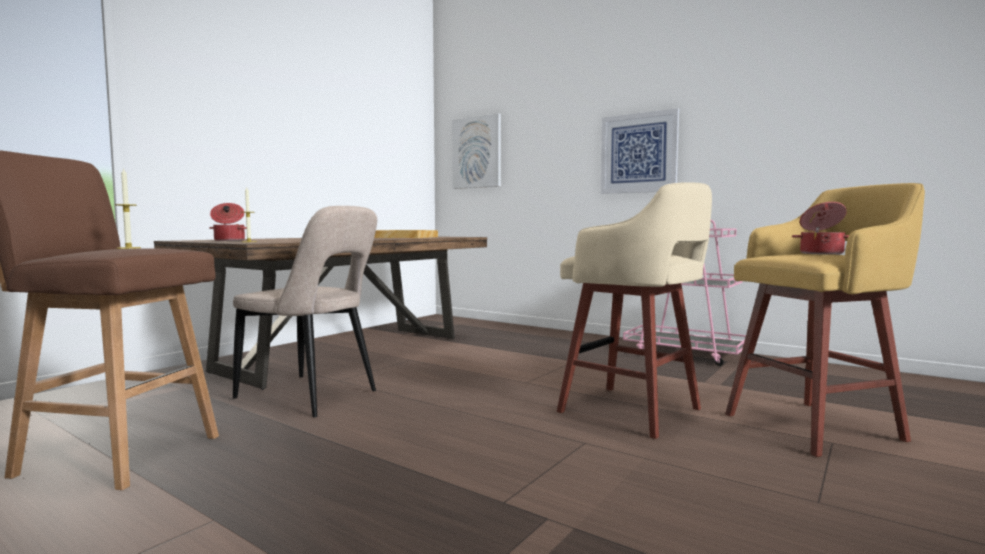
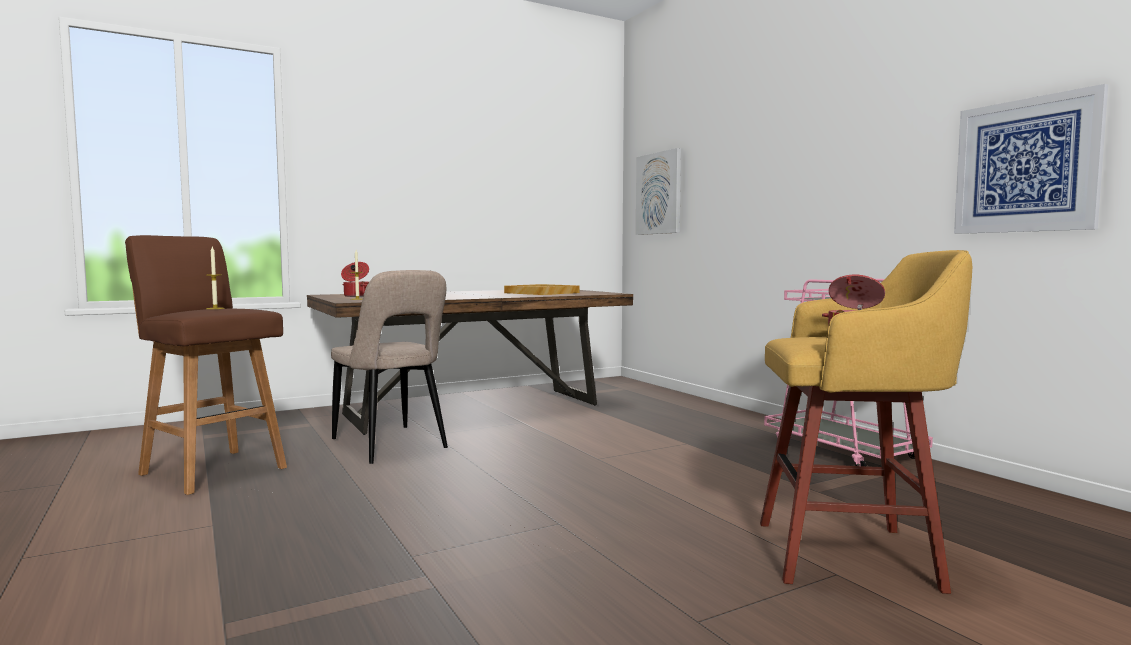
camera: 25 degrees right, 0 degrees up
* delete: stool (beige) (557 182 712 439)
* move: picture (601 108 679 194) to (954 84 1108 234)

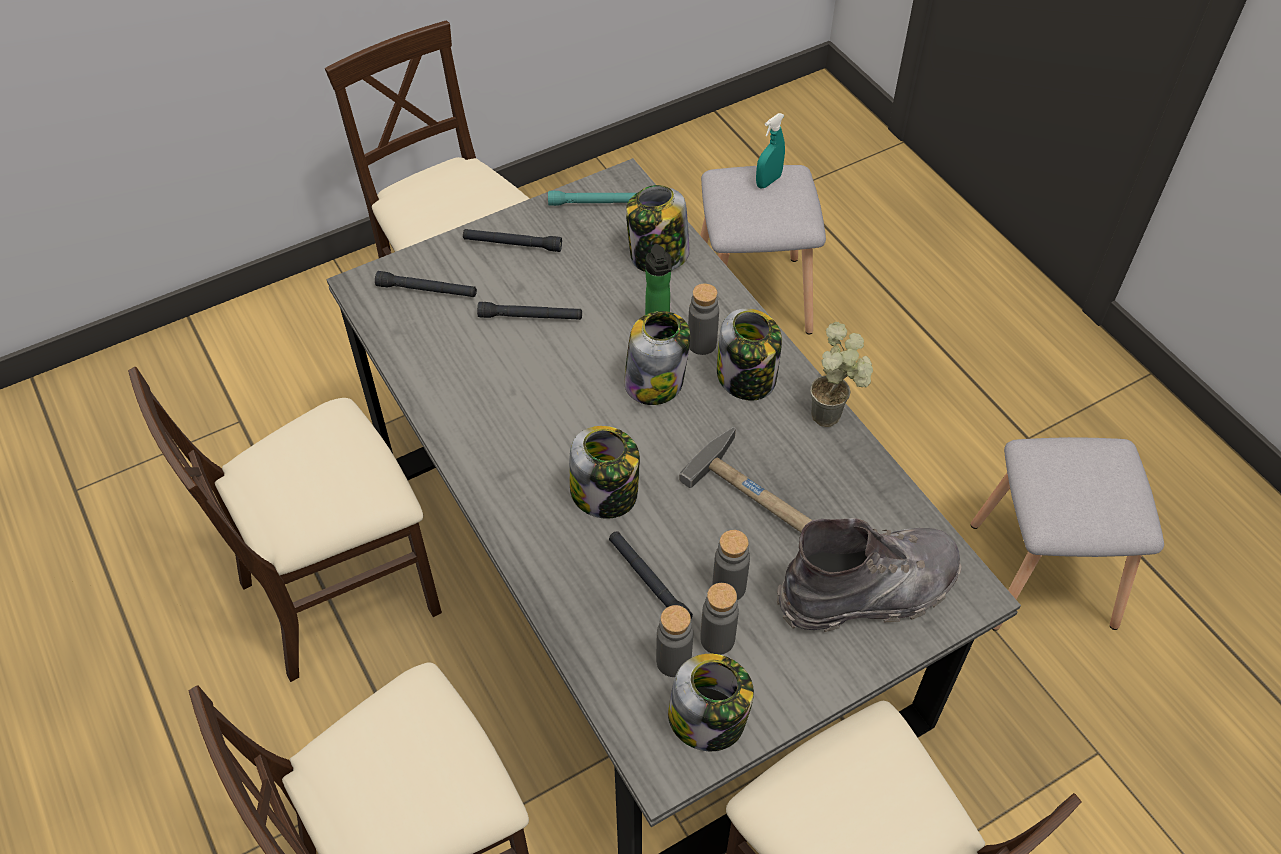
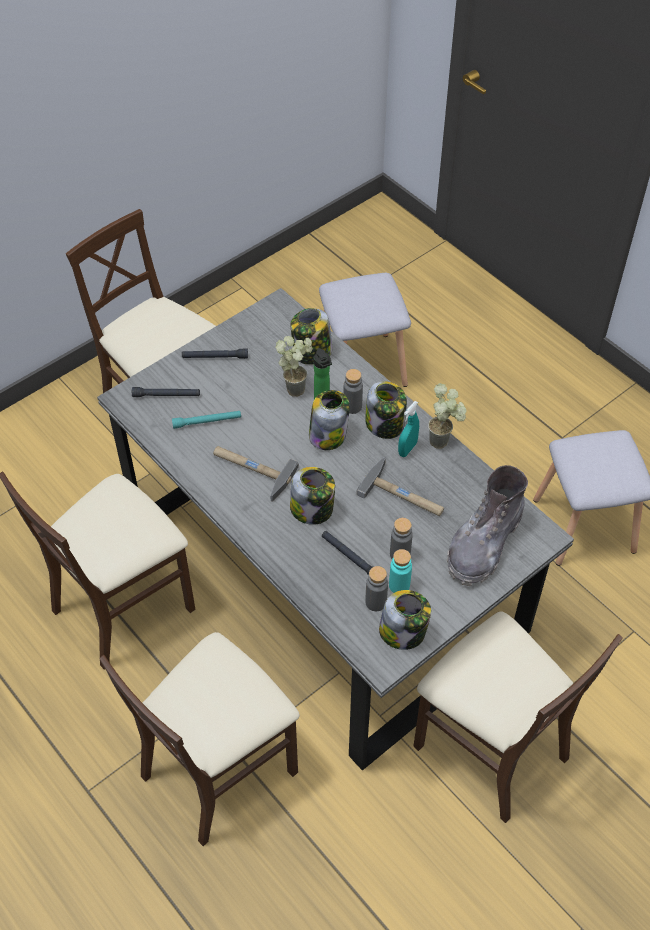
camera: 10 degrees left, 0 degrees up
* delete: flashlight (black) (477 302 582 320)
* insert: hammer (213 446 299 502)
* insert: potted plant (275 336 313 397)
* move: flashlight (turquoise) (548 191 636 206) to (172 411 241 429)
* move: spray bottle (turquoise) (756 113 785 189) to (398 401 419 457)
* recolor: bottle (grey) (700 583 739 655) to bottle (turquoise) (389 549 412 593)
* rotate: boot (grey) (777 518 962 632) = (447 465 528 586) 150 degrees clockwise

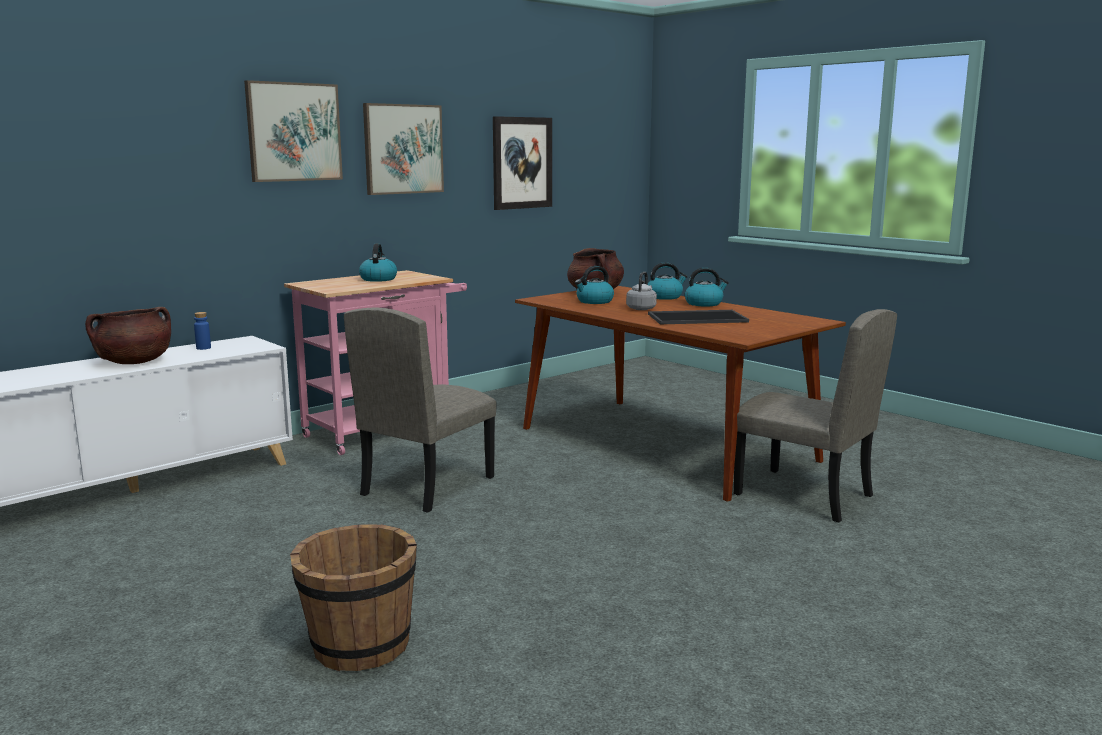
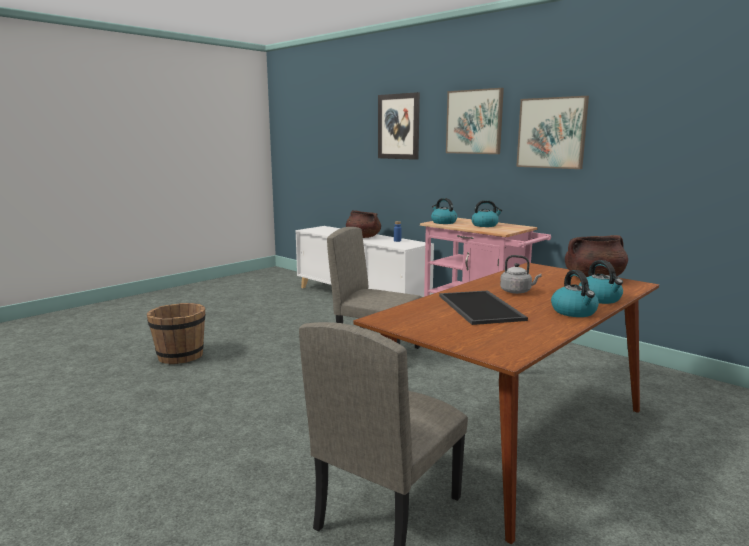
camera: 85 degrees right, 0 degrees up
* move: picture (493 116 552 210) to (378 92 420 160)
* move: kettle (575 266 614 304) to (431 198 457 224)

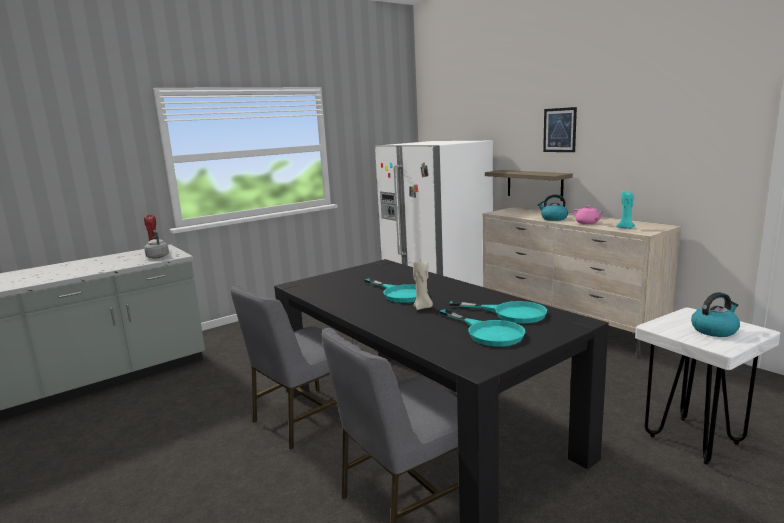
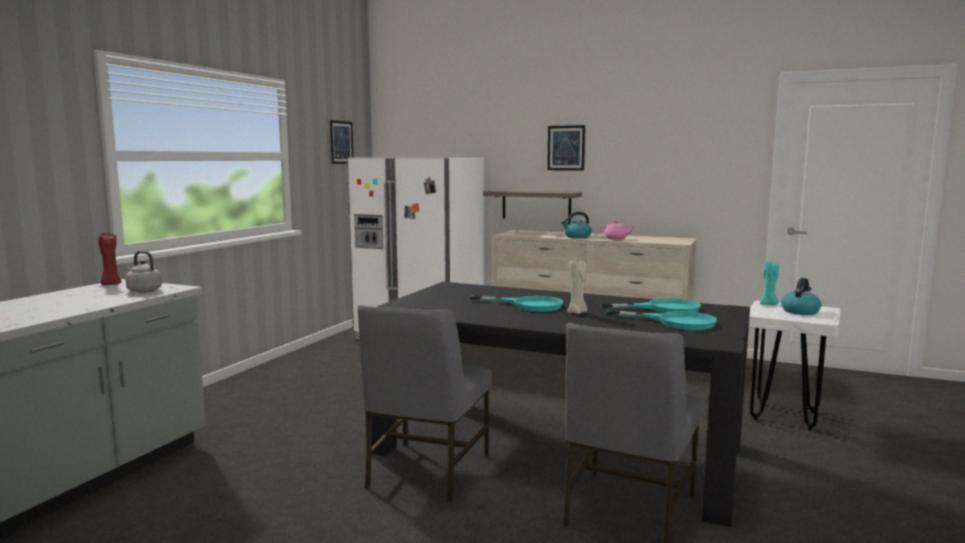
camera: 30 degrees left, 5 degrees down
* insert: picture (330 120 353 164)
* move: candle (turquoise) (616 189 635 229) to (760 261 779 305)

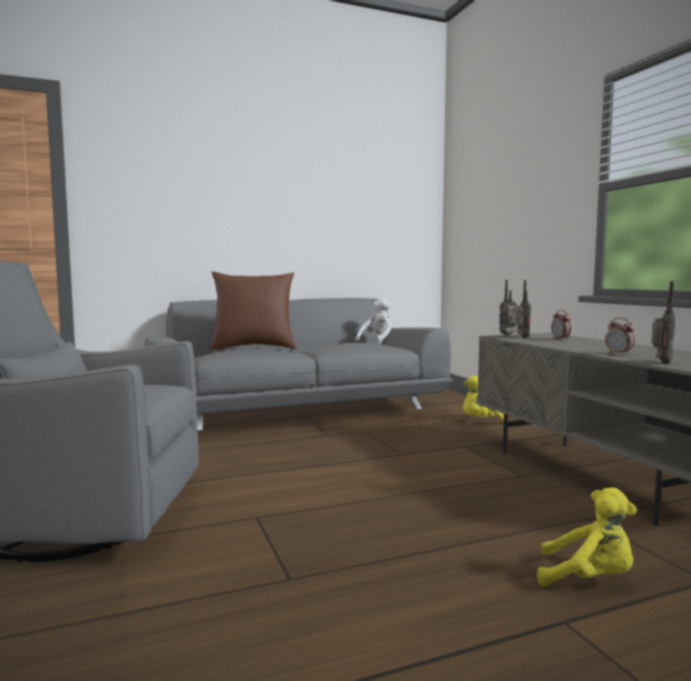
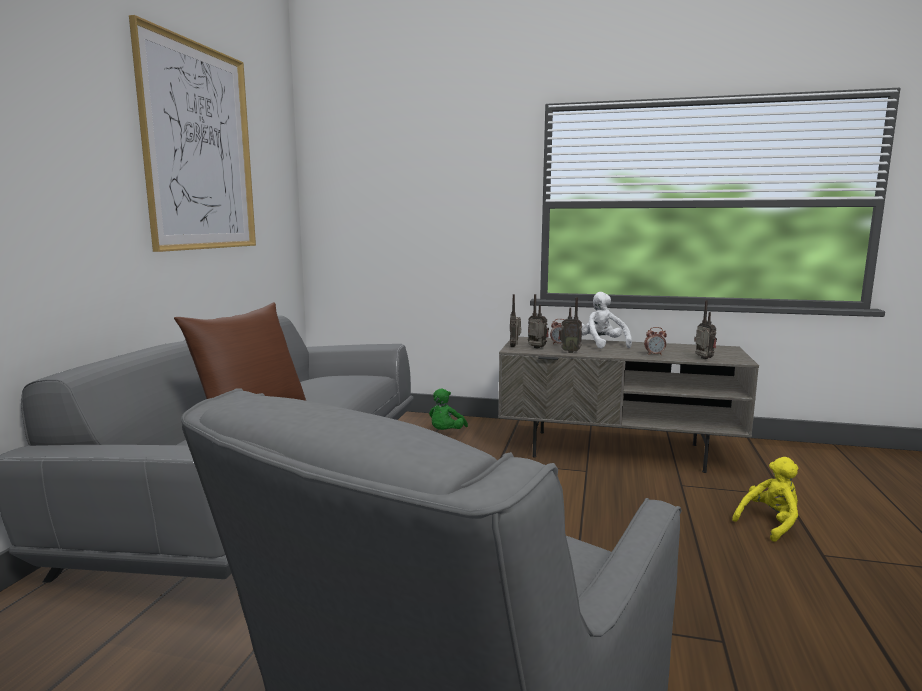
camera: 55 degrees left, 5 degrees up
* insert: picture (129 15 256 252)
* insert: radio (558 297 582 353)
* move: plush toy (white) (355 298 392 344) to (581 292 632 349)
* recolor: plush toy (yellow) (463 375 508 422) to plush toy (green) (429 389 468 430)

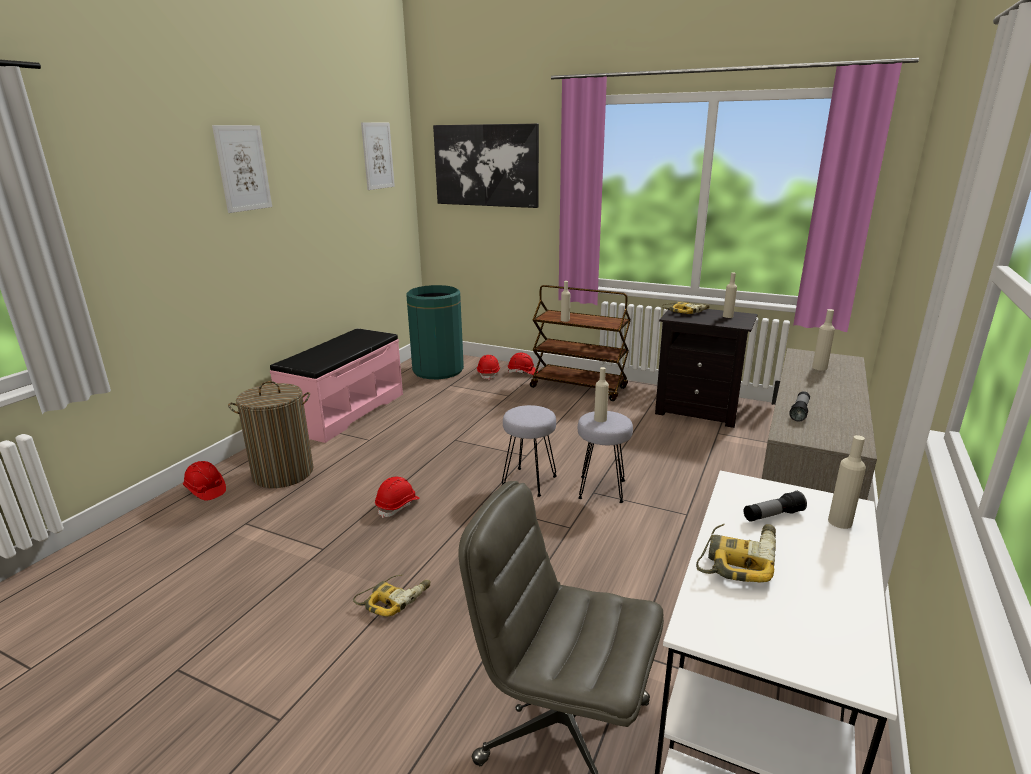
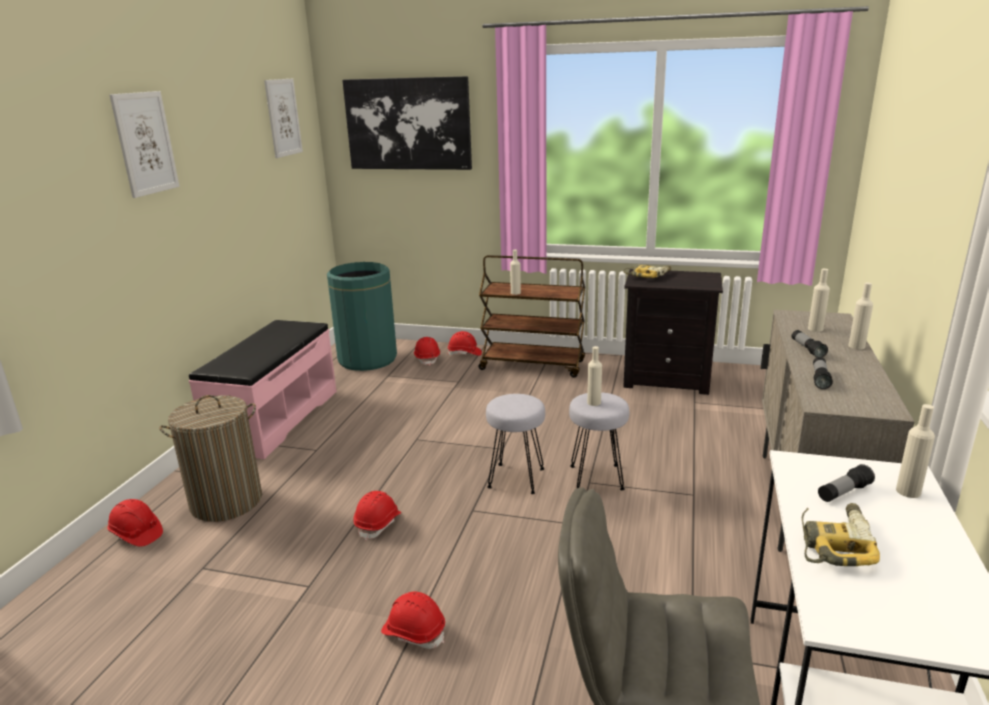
camera: 10 degrees left, 0 degrees up
* insert: flashlight (792 330 828 357)
* move: bottle (beige) (723 272 737 318) to (849 282 873 349)
* replace: power drill (353 574 430 617) to hard hat (red) (381 592 445 649)

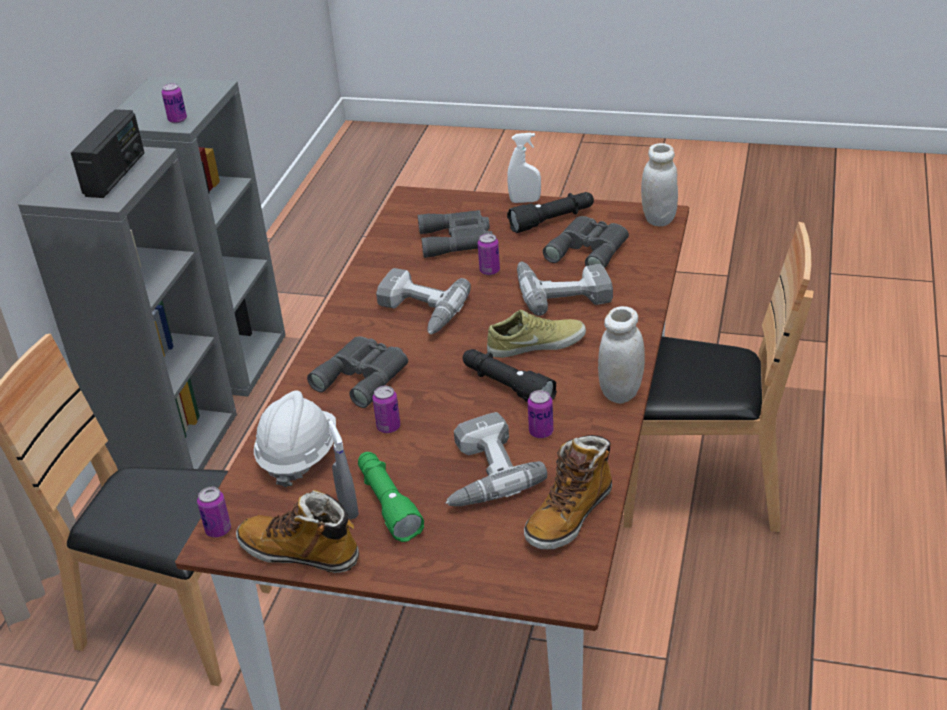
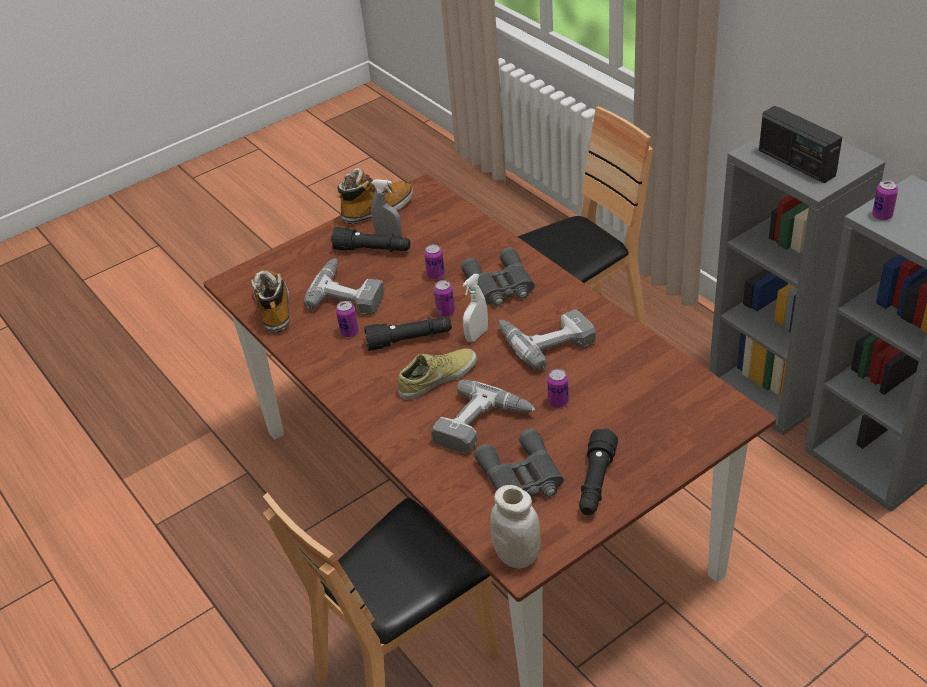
camera: 130 degrees right, 5 degrees up
* delete: hard hat (white) (254 390 336 487)
* delete: binoculars (grey) (418 210 492 258)
* delete: jar (white) (598 306 645 404)
* move: can (197 487 231 538) to (434 280 455 316)
* move: spray bottle (white) (507 133 541 203) to (462 274 488 342)
* recolor: flashlight (green) (358 452 424 542) to flashlight (black) (331 227 410 253)
* rotate: shoe (beige) (487 310 586 358) = (398 349 477 400) 150 degrees counterclockwise

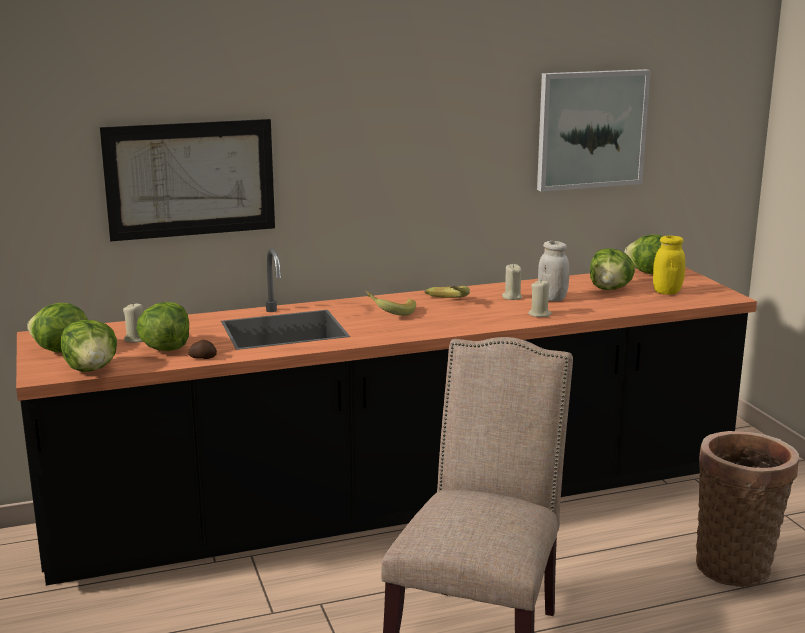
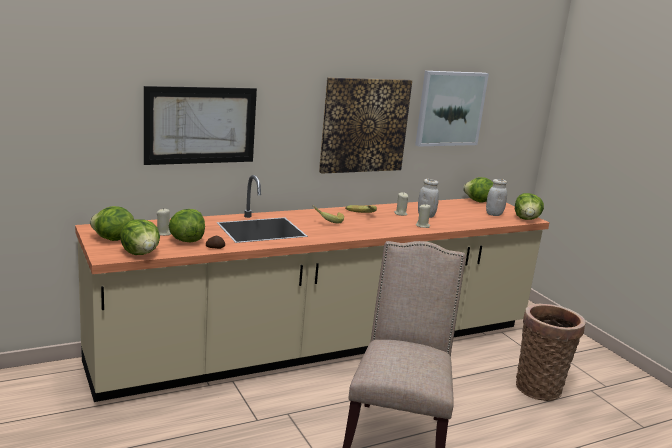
camera: 10 degrees left, 0 degrees up
* insert: picture (319 77 412 174)
* move: lettuce (590 248 635 290) to (515 193 544 220)
* recolor: counter (black) (16 248 757 586) to counter (beige) (75 175 549 402)
* recolor: jar (yellow) (653 236 685 295) to jar (white) (486 179 507 216)

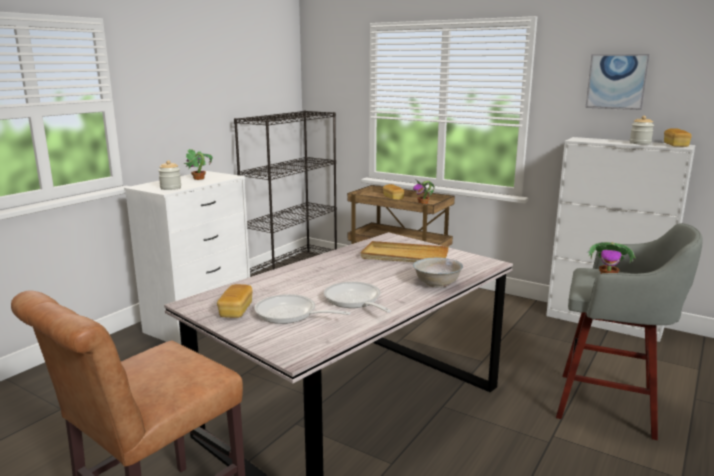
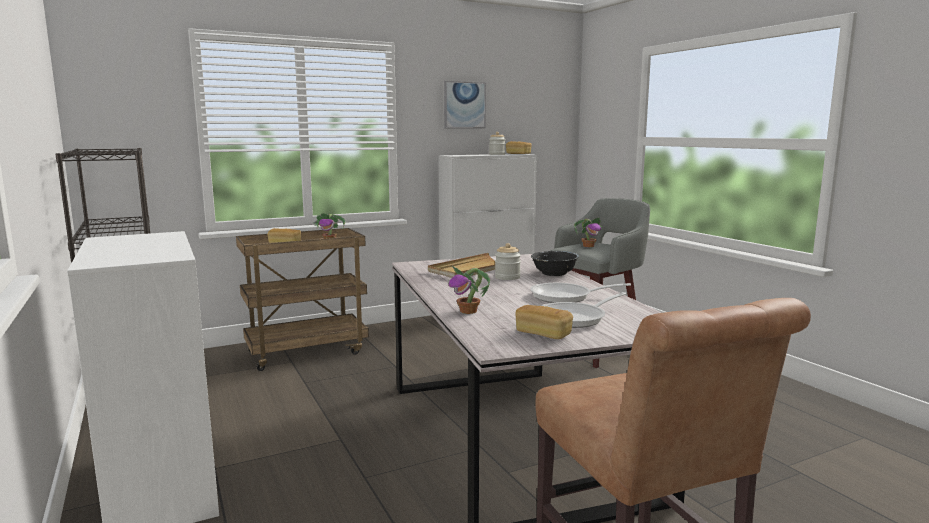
camera: 60 degrees left, 5 degrees down
* move: jar (158 160 181 190) to (495 243 521 280)
* move: potted plant (183 149 213 180) to (449 266 490 314)
* recolor: bowl (white) (413 257 463 288) to bowl (black) (531 251 579 276)

